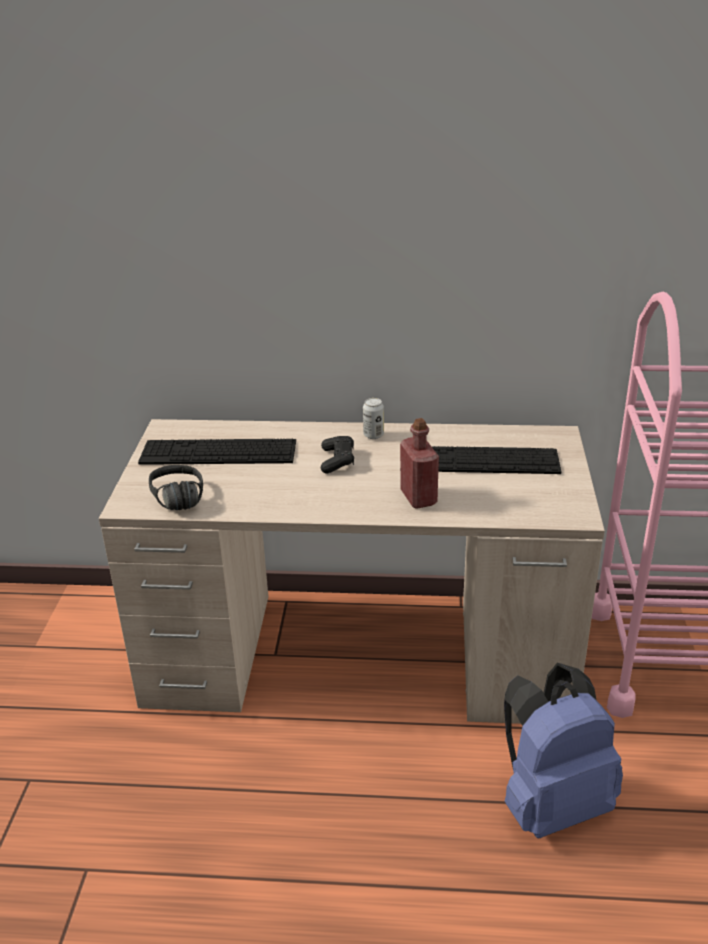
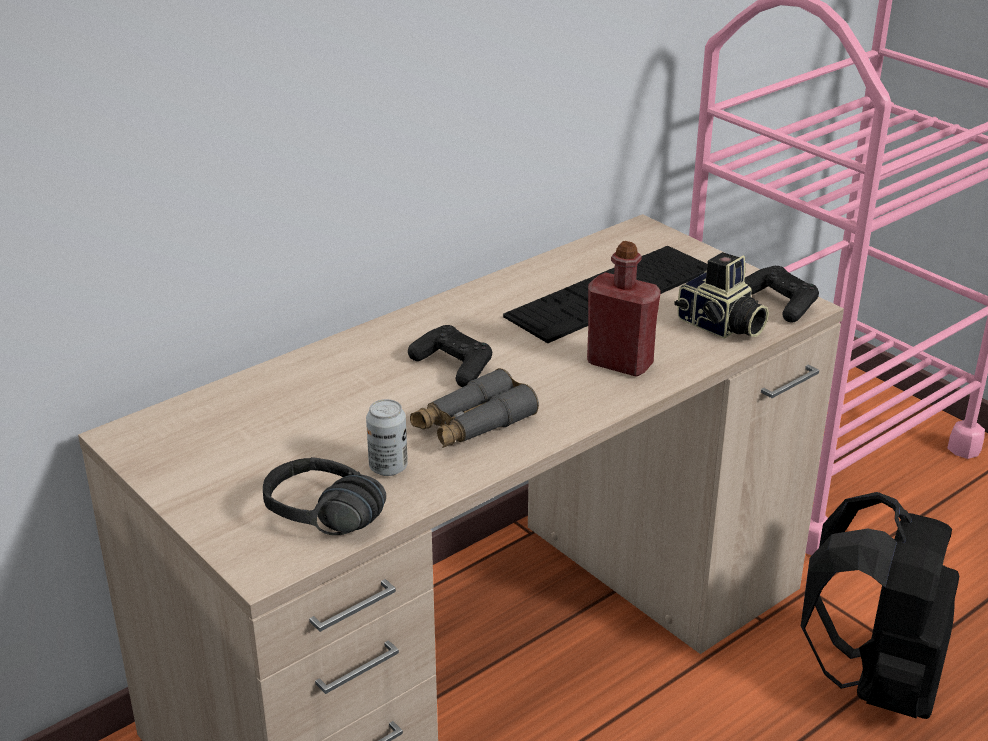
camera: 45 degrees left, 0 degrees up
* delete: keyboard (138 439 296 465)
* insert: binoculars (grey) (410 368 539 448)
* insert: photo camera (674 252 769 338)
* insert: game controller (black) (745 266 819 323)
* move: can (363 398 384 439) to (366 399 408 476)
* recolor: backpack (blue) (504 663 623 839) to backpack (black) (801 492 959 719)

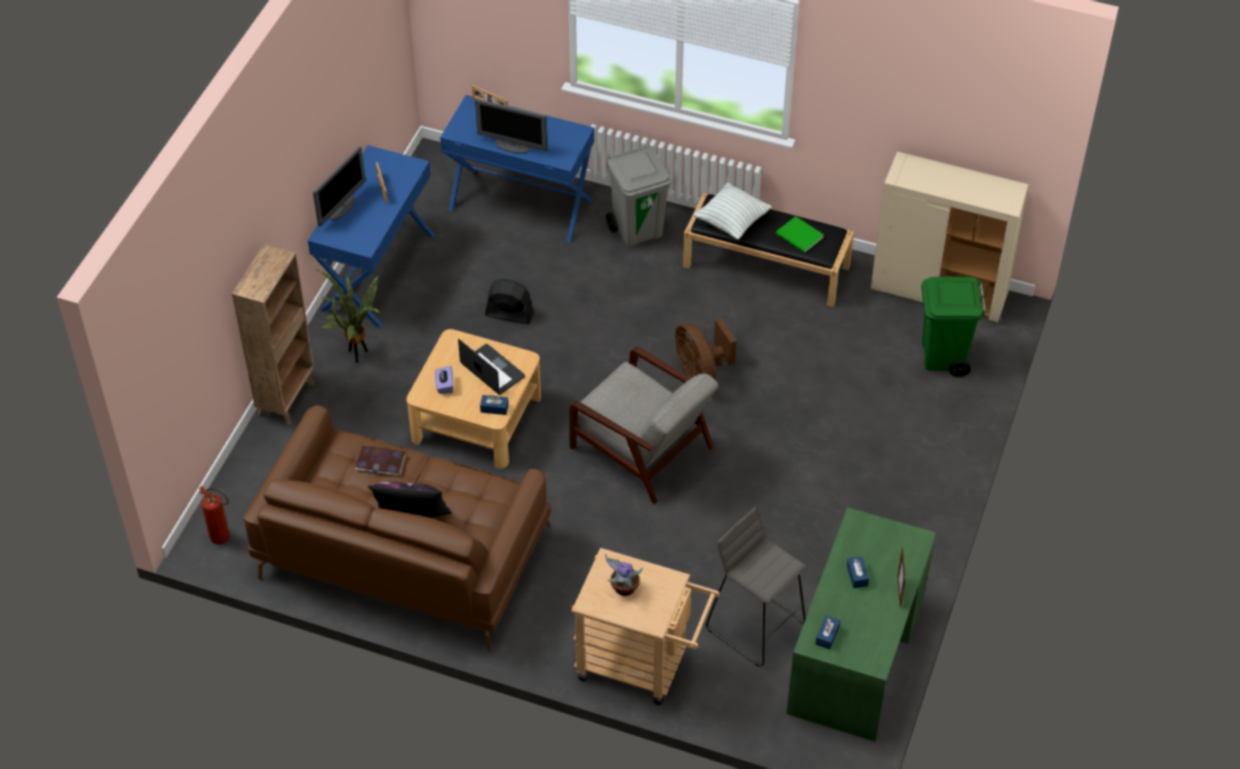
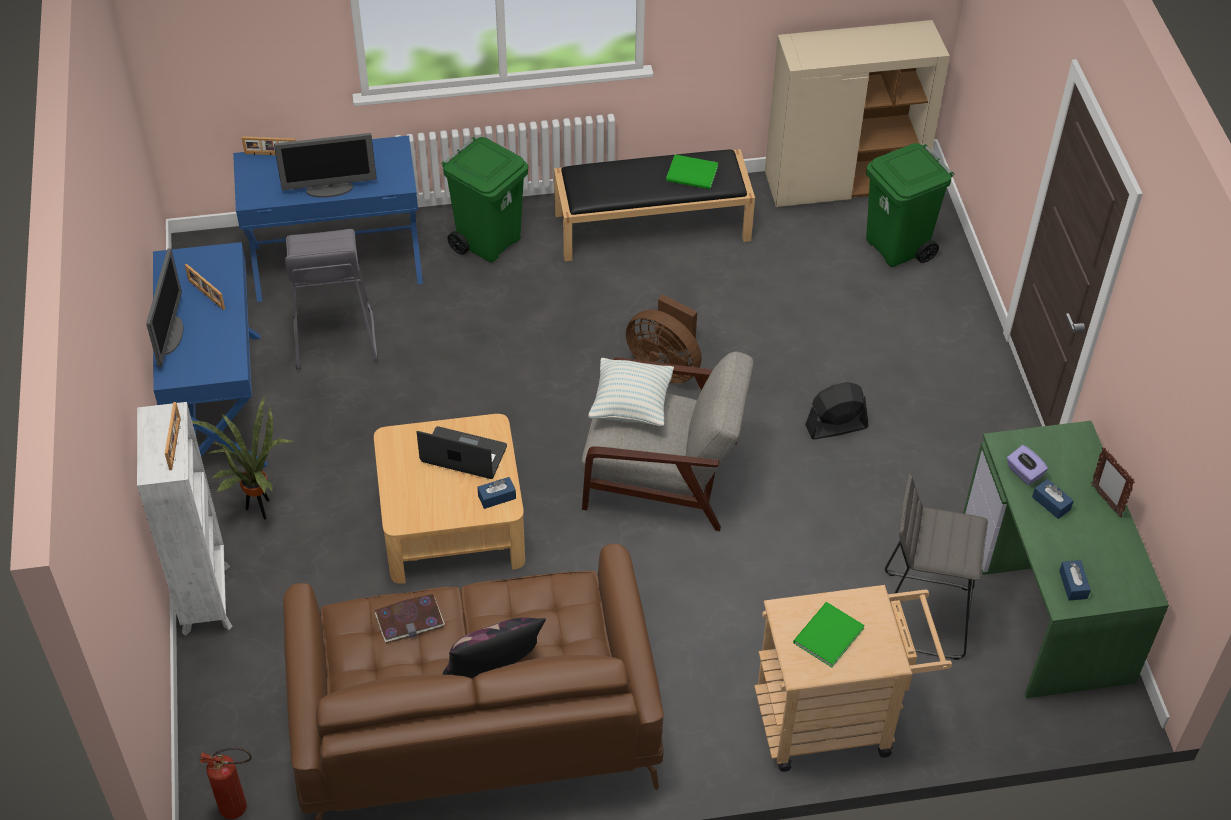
camera: 30 degrees left, 0 degrees up
* insert: picture frame (165 402 181 470)
* insert: stool (grey) (285 229 378 370)
* move: tissue box (purple) (435 366 453 394) to (1007 445 1048 485)
* move: fan (black) (485 279 534 324) to (805 382 868 439)
* move: pillow (693 182 772 240) to (589 358 674 426)
* replace: potted plant (605 554 643 596) to book (green) (793 602 865 668)
* recolor: bookcase (brown) (232 244 315 425) to bookcase (white) (137 402 233 636)
* recolor: trash can (grey) (606 146 671 247) to trash can (green) (441 137 528 263)

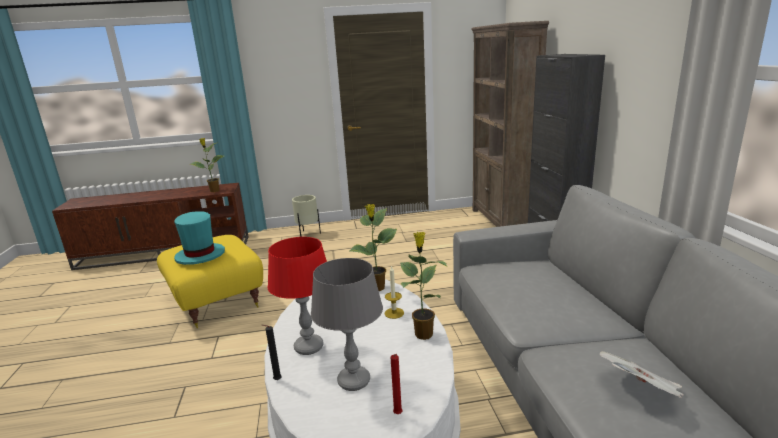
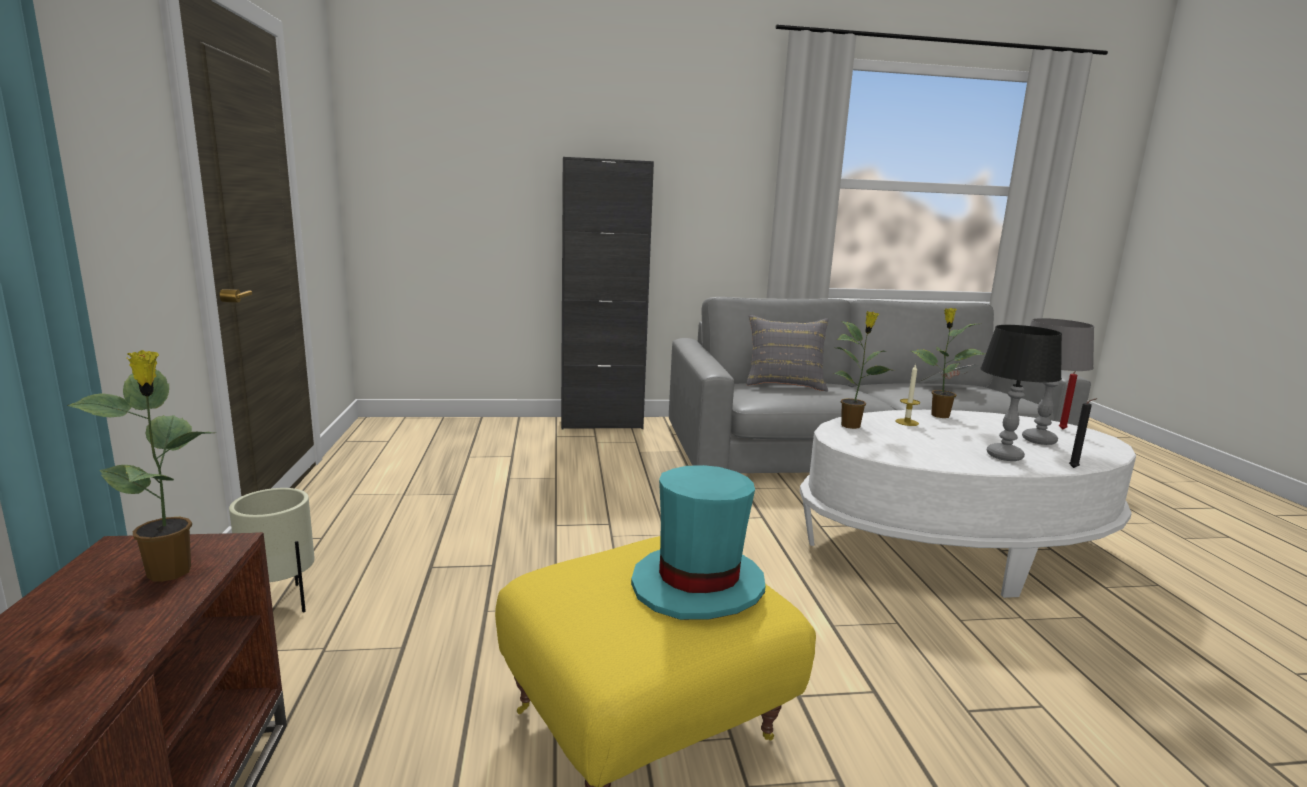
camera: 90 degrees left, 5 degrees down
* delete: bookcase (brown) (471 21 549 227)
* insert: pillow (grey) (747 315 829 391)
* recolor: table lamp (red) (268 237 327 355) to table lamp (black) (981 325 1062 461)

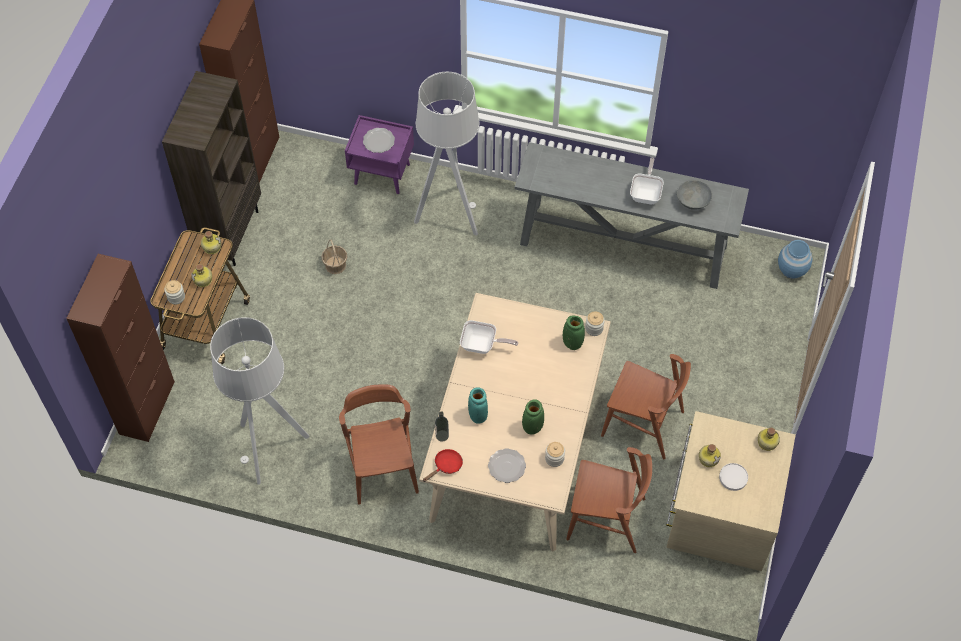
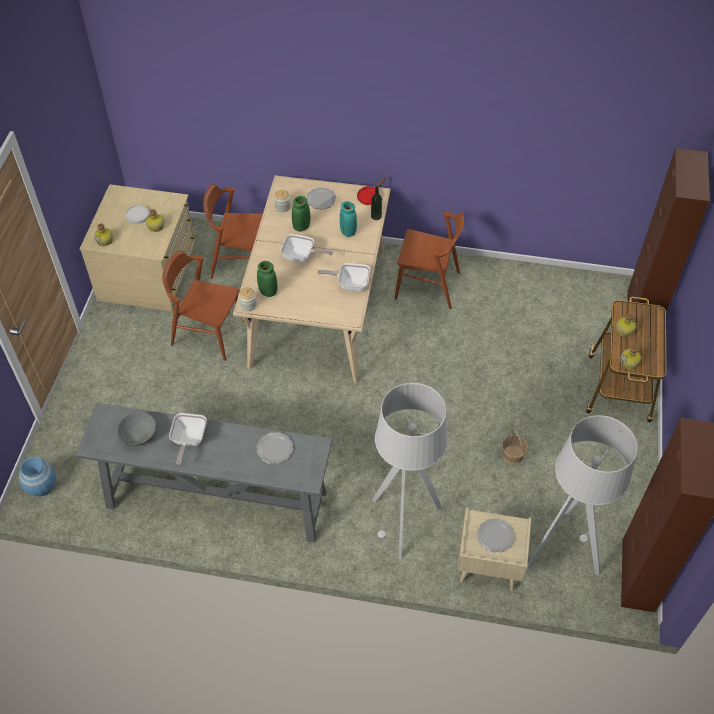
camera: 175 degrees right, 5 degrees down
* delete: bookcase (brown) (162 71 261 266)
* delete: jar (164 280 185 305)
* insert: plate (257 432 293 464)
* insert: frying pan (281 234 333 263)
* move: floor lamp (grey) (210 317 309 485) to (527 415 637 575)
* recolor: nightstand (purple) (345 115 414 194) to nightstand (beige) (457 508 531 591)
* rotate: chair (brown) (339 385 419 505) = (395 212 464 309) 60 degrees counterclockwise

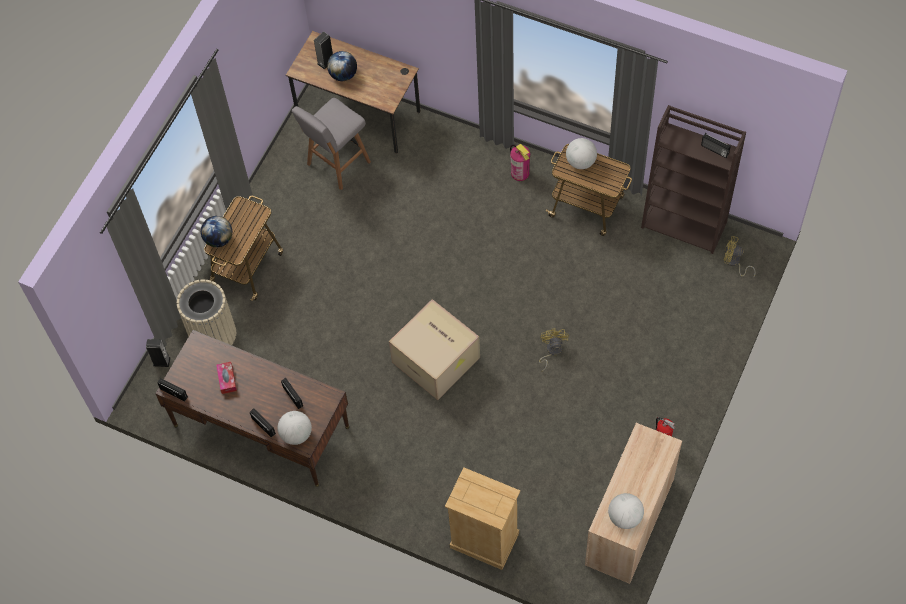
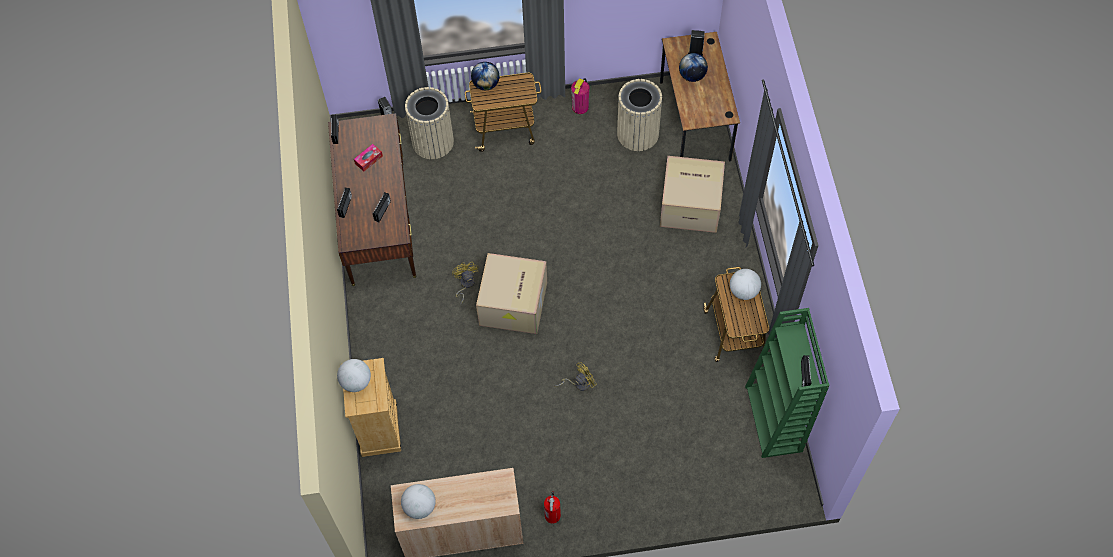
camera: 55 degrees right, 0 degrees up
* insert: cardboard box (660 156 725 233)
* move: globe (278 411 312 445) to (337 359 371 392)
* move: fire extinguisher (510 144 530 181) to (571 78 590 114)
* move: fan (yellow) (724 236 756 278) to (452 262 479 305)
* replace: stool (grey) (292 98 371 190) to trash can (beige) (617 79 662 151)
* recolor: bookcase (brown) (641 105 746 254) to bookcase (green) (745 308 830 458)

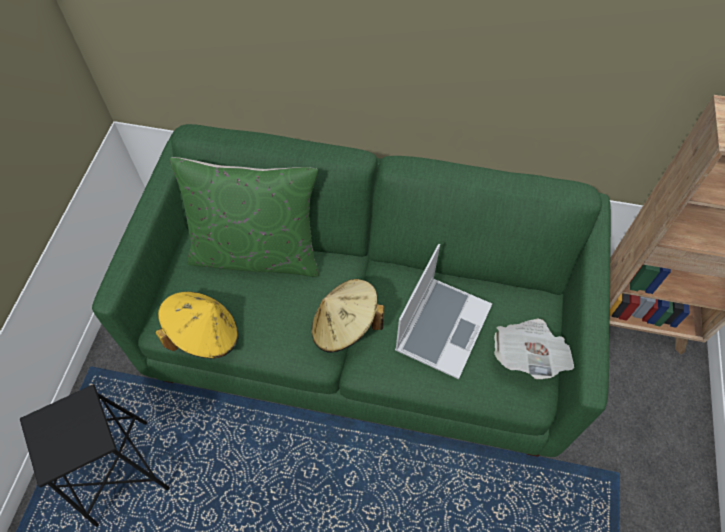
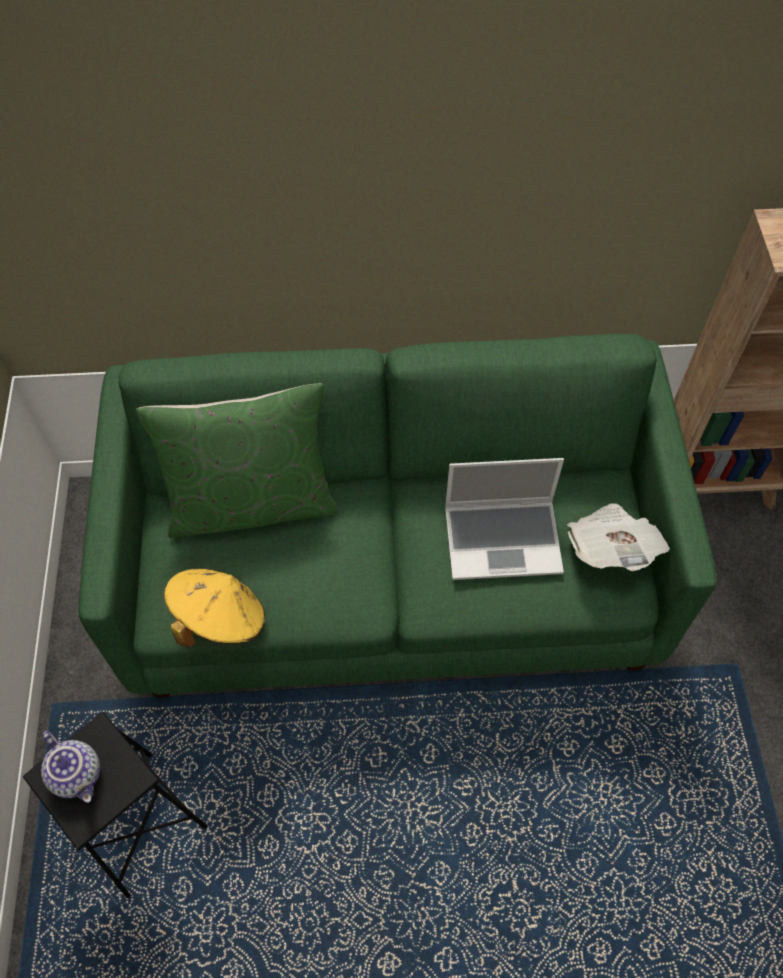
camera: 15 degrees left, 0 degrees up
* delete: hat (beige) (311 279 384 352)
* insert: teapot (41 730 100 803)
* rotate: laptop (395 244 492 379) = (445 458 564 580) 75 degrees clockwise

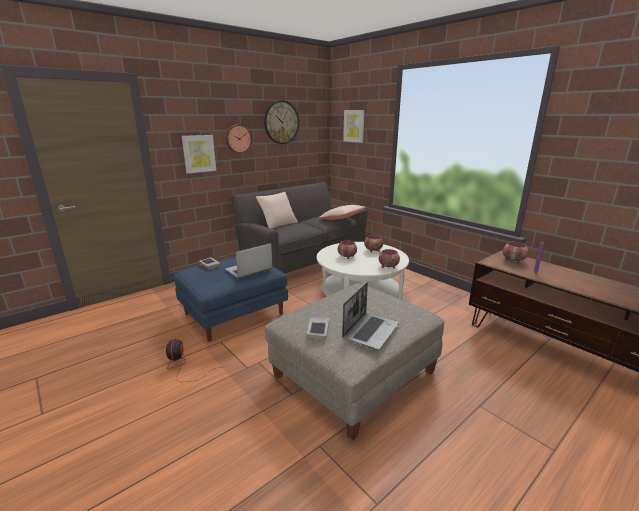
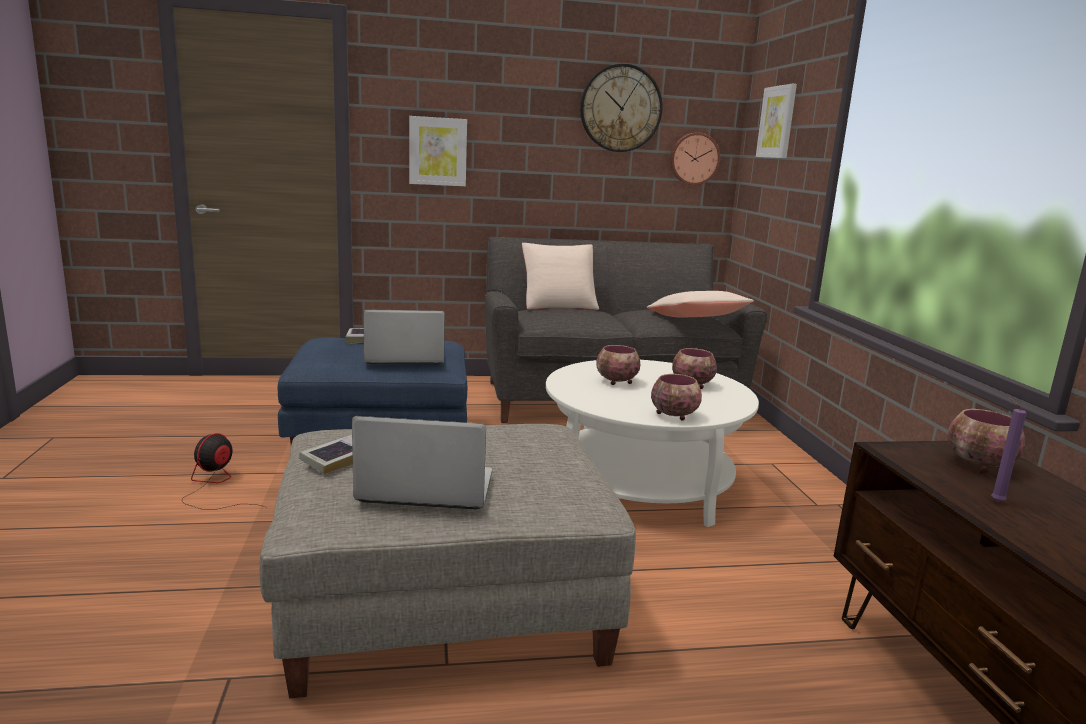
camera: 30 degrees right, 5 degrees down
* move: wall clock (226 124 252 153) to (670 133 720 185)
* rotate: laptop (342 283 399 350) = (352 416 492 510) 150 degrees counterclockwise

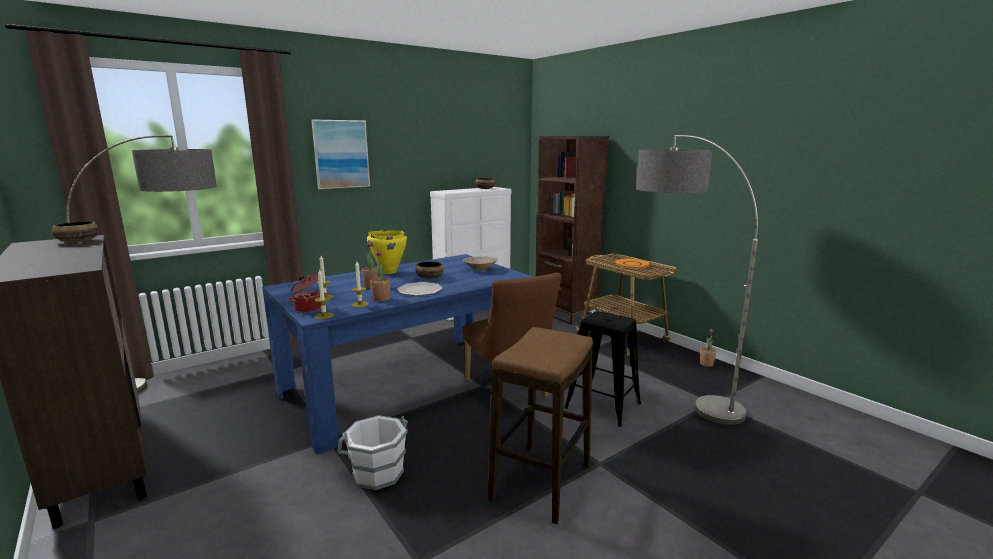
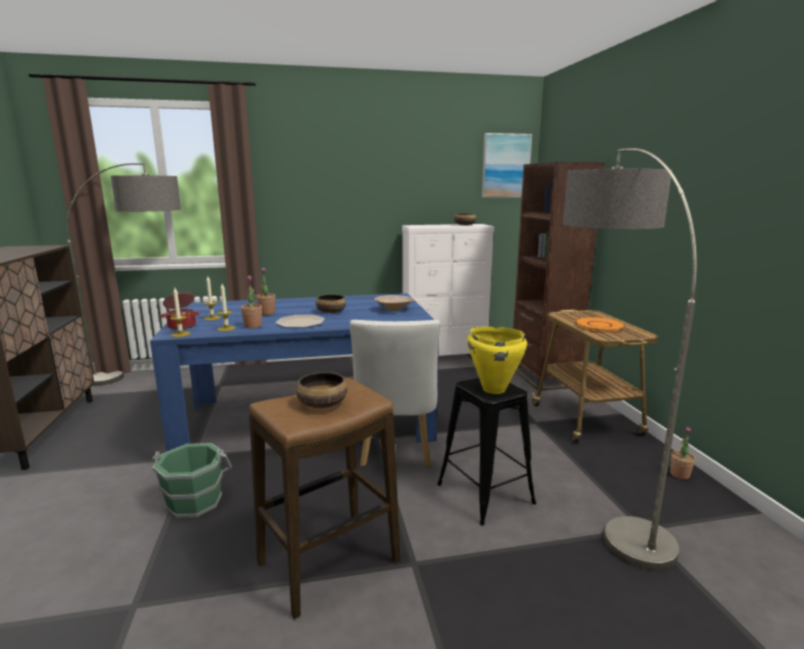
camera: 25 degrees right, 0 degrees up
* move: bowl (52 221 98 242) to (296 372 347 408)
* move: picture (311 119 370 189) to (481 133 532 198)
* move: cooking pot (yellow) (367 230 407 274) to (467 327 527 394)
* recolor: bucket (white) (338 415 408 490) to bucket (green) (152 443 232 518)
* recolor: chair (brown) (462 272 561 397) to chair (white) (349 320 441 467)

